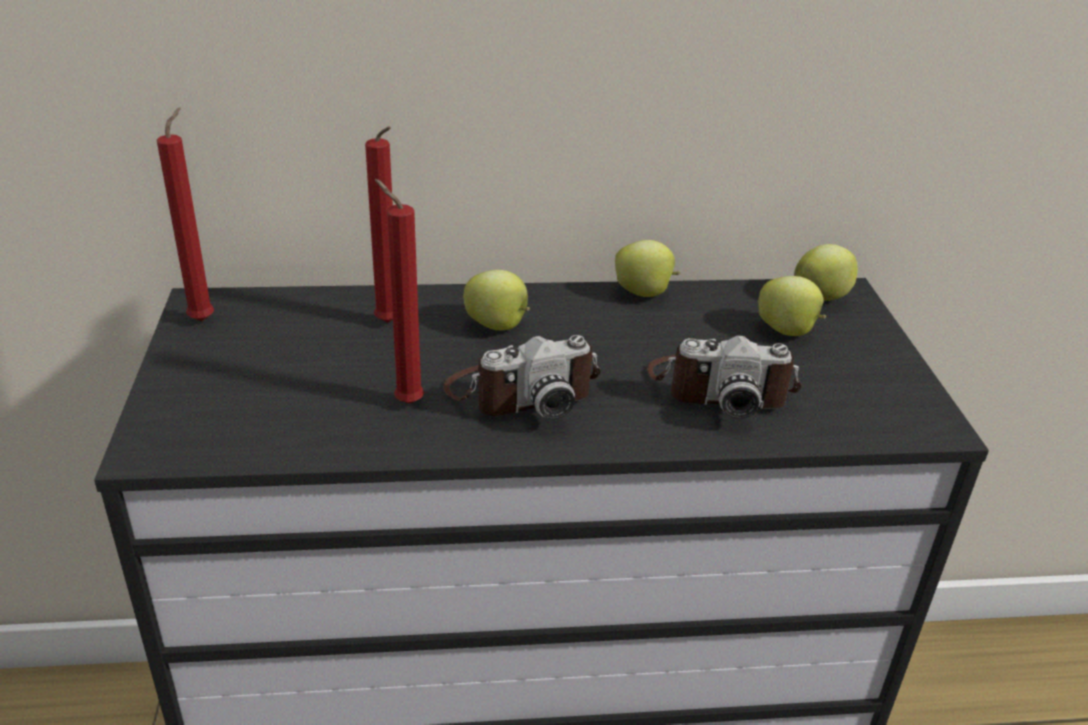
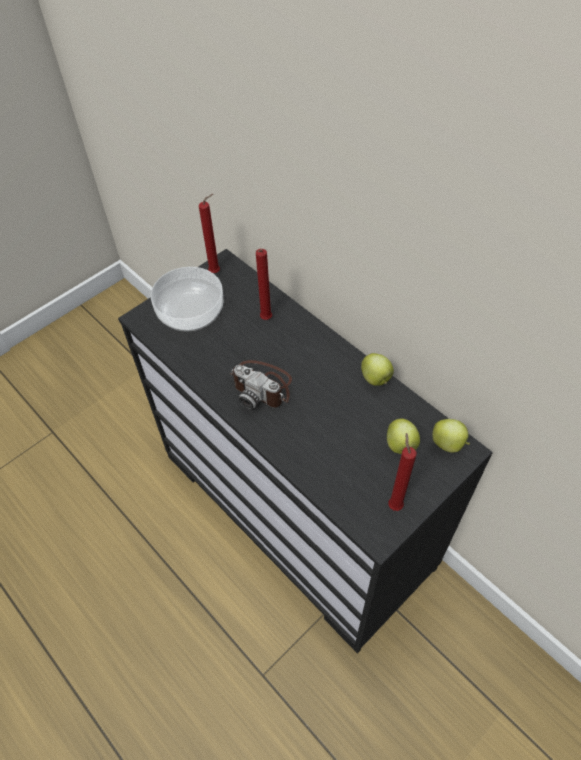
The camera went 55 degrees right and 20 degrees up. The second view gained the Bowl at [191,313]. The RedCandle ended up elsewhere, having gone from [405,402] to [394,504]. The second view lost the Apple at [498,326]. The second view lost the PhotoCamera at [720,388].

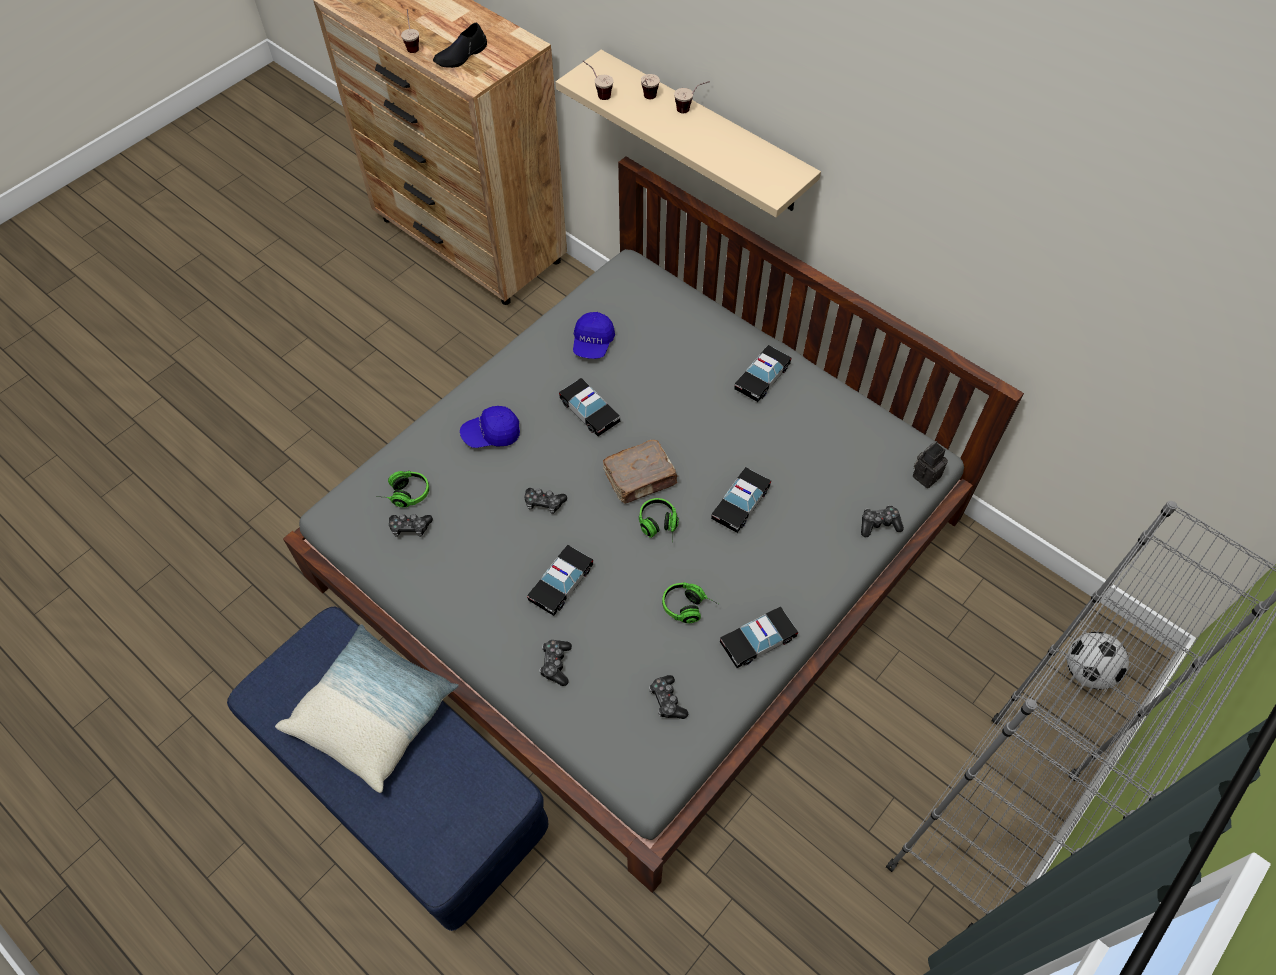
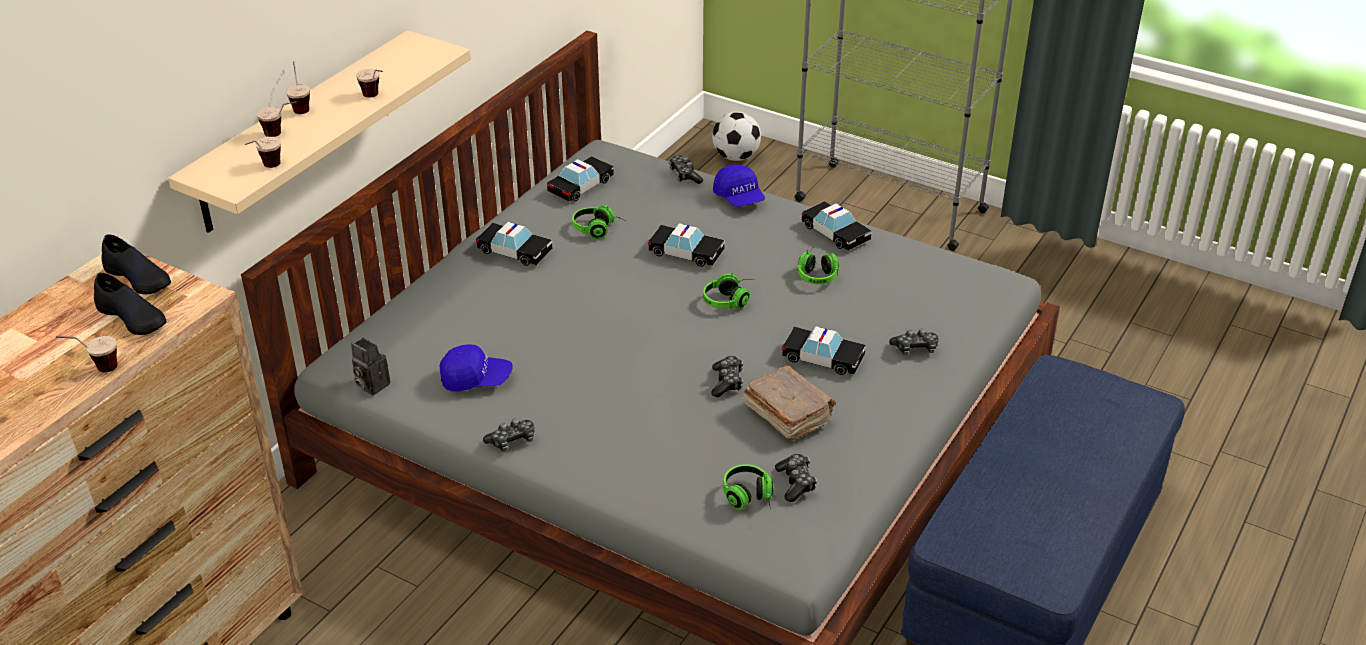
The camera went 100 degrees left and 20 degrees down. The second view gained the BlackShoe at [138,278]. The PhotoCamera ended up elsewhere, having gone from [925,475] to [370,385]. The second view gained the Cup at [375,98]. The GameController ended up elsewhere, having gone from [667,701] to [512,441]. The ToyCar ended up elsewhere, having gone from [589,412] to [581,186]. The second view gained the Headphones at [598,229]. The BlueCap ended up elsewhere, having gone from [491,434] to [739,198]. The BrownBook ended up elsewhere, having gone from [641,478] to [787,414]. The second view lost the Pillow at [373,714].

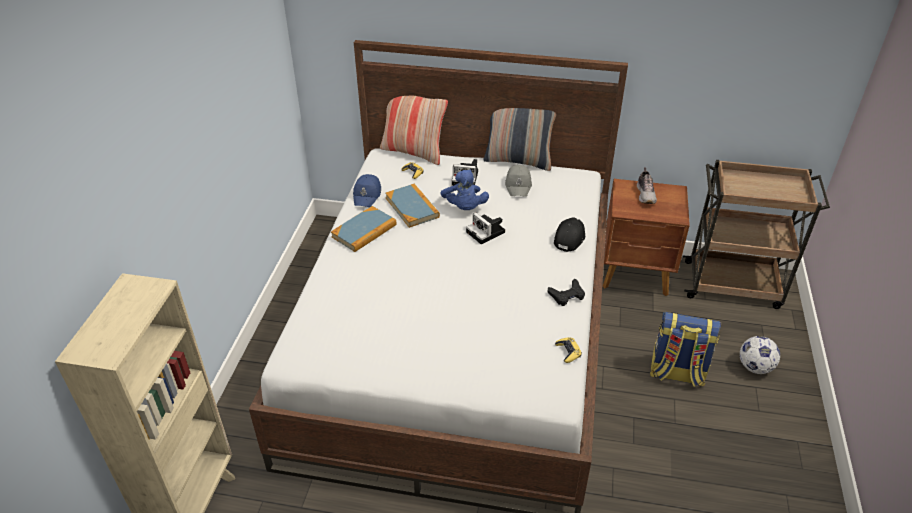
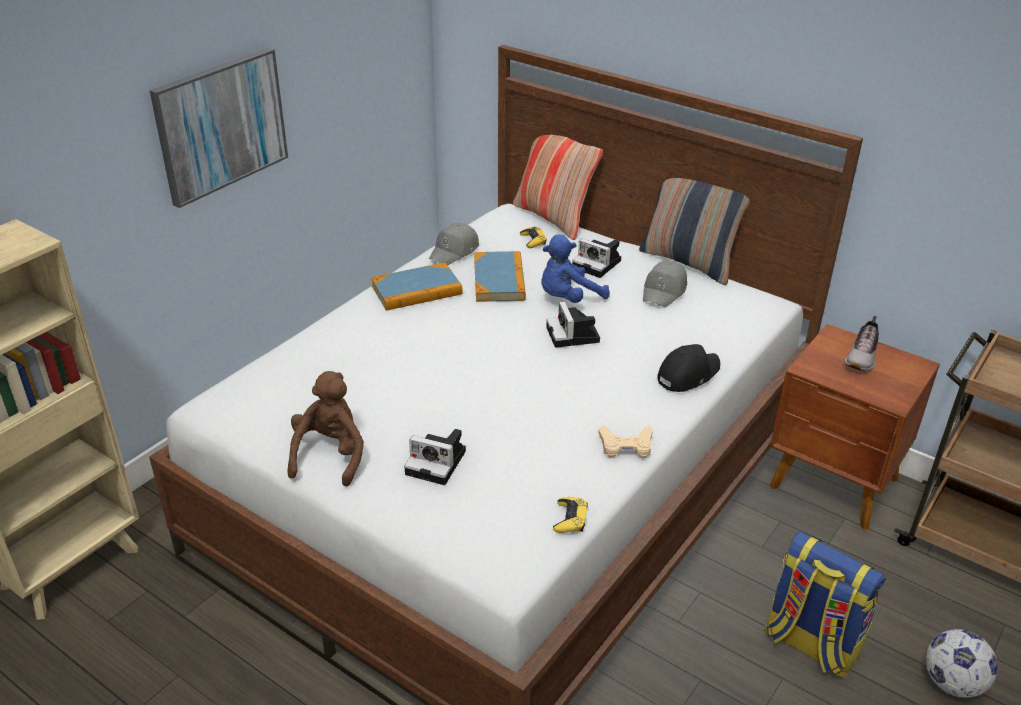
The camera went 25 degrees right and 5 degrees down. The second view gained the Picture at [221,125]. The second view gained the BrownPlushToy at [330,455]. The second view gained the PhotoCamera at [438,462]. What was the BlueCap at [367,195] turned into the GreyCap at [454,251]. The BluePlushToy at [464,208] ended up facing another way, 45 degrees clockwise from before. What was the BlackGameController at [567,295] turned into the BeigeGameController at [626,446].

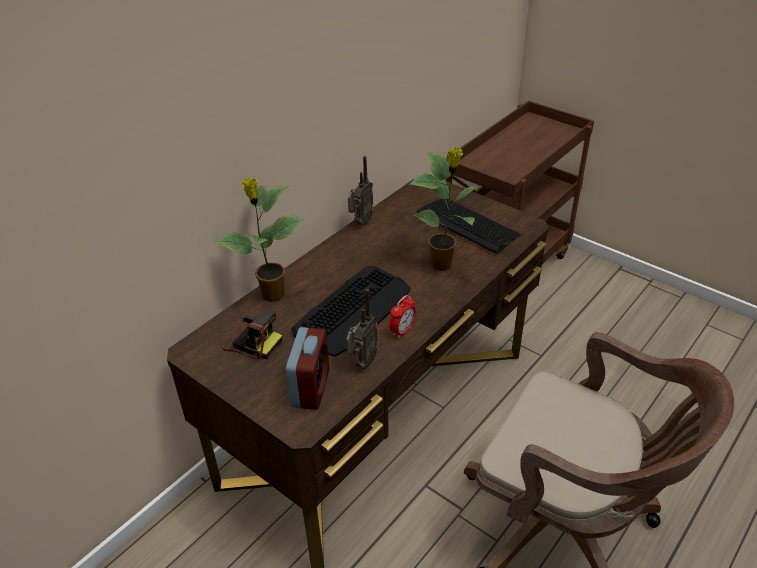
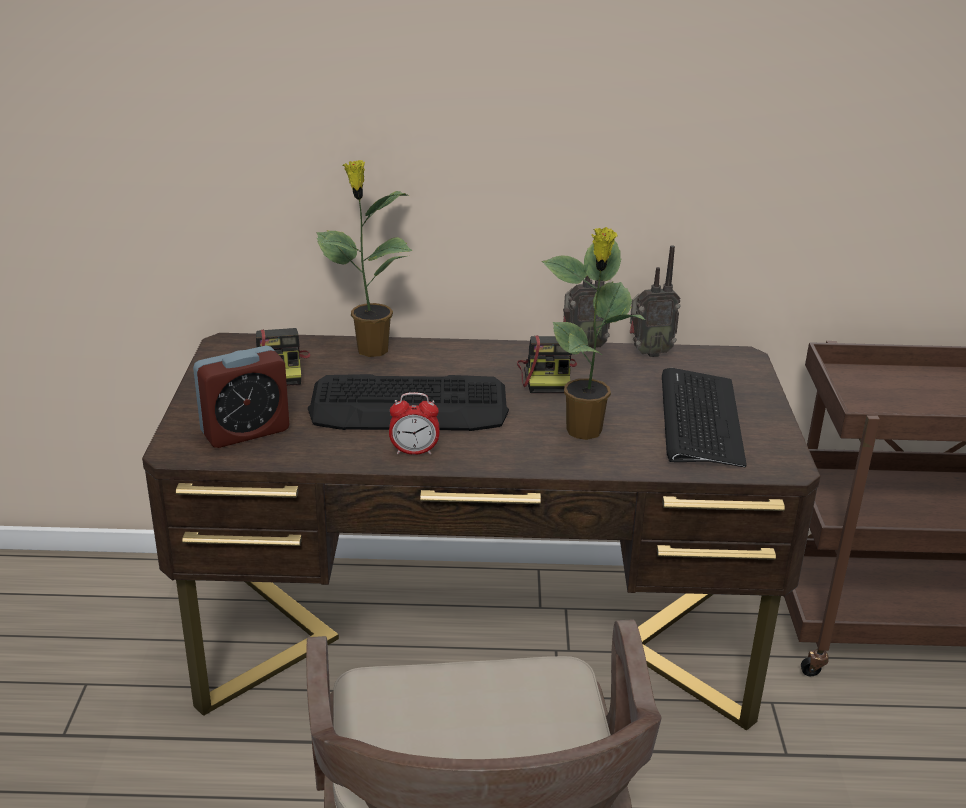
The camera went 50 degrees right and 10 degrees down. The second view gained the PhotoCamera at [547,376]. The Radio ended up elsewhere, having gone from [362,363] to [648,352].

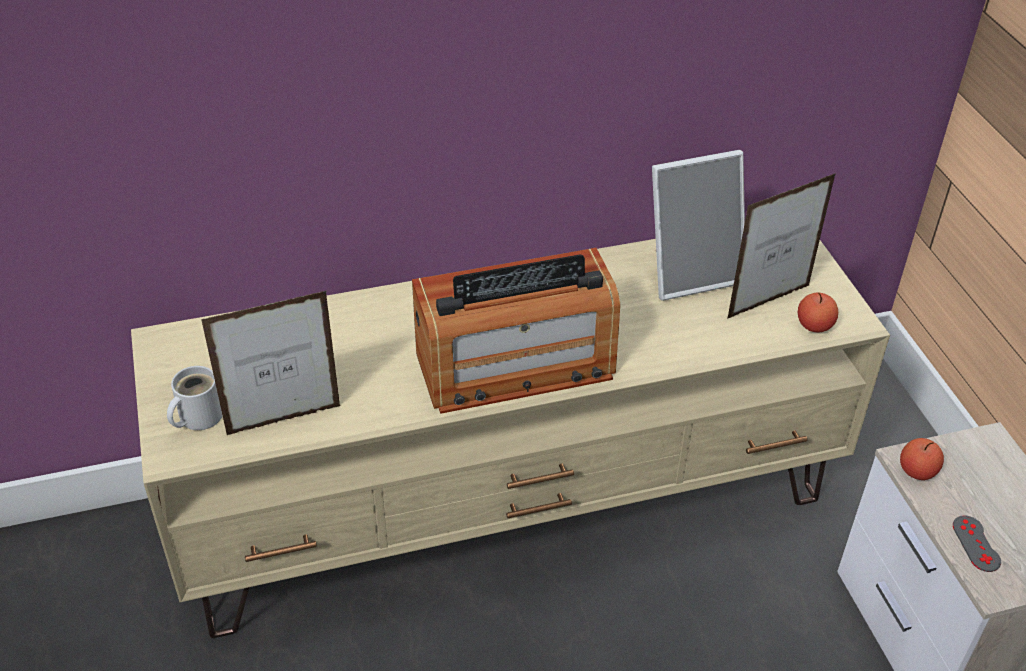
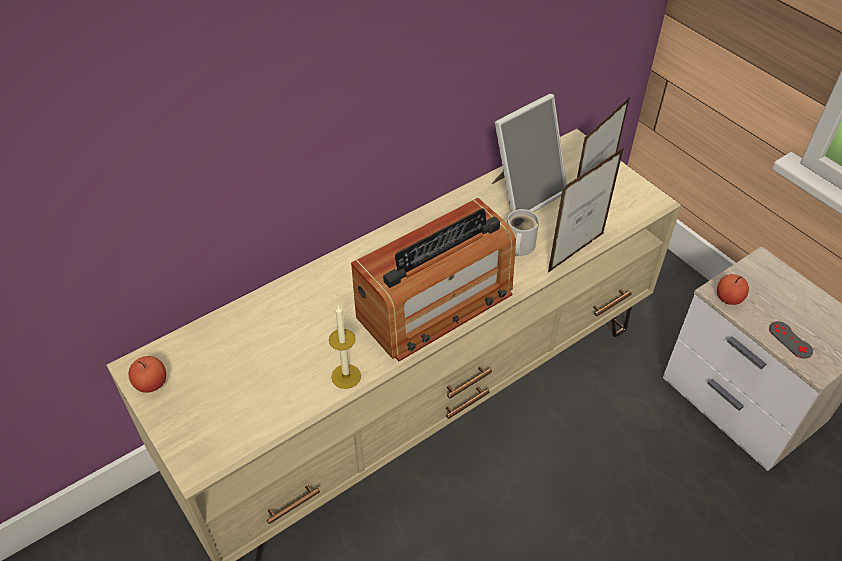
The camera went 20 degrees left and 5 degrees up. The Apple ended up elsewhere, having gone from [814,325] to [151,383]. The second view gained the Candle at [346,376]. The WhiteMug ended up elsewhere, having gone from [196,416] to [518,246]. The PictureFrame ended up elsewhere, having gone from [284,420] to [576,252].

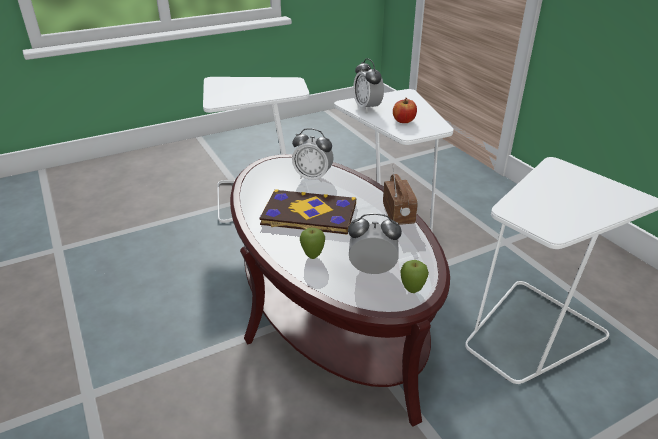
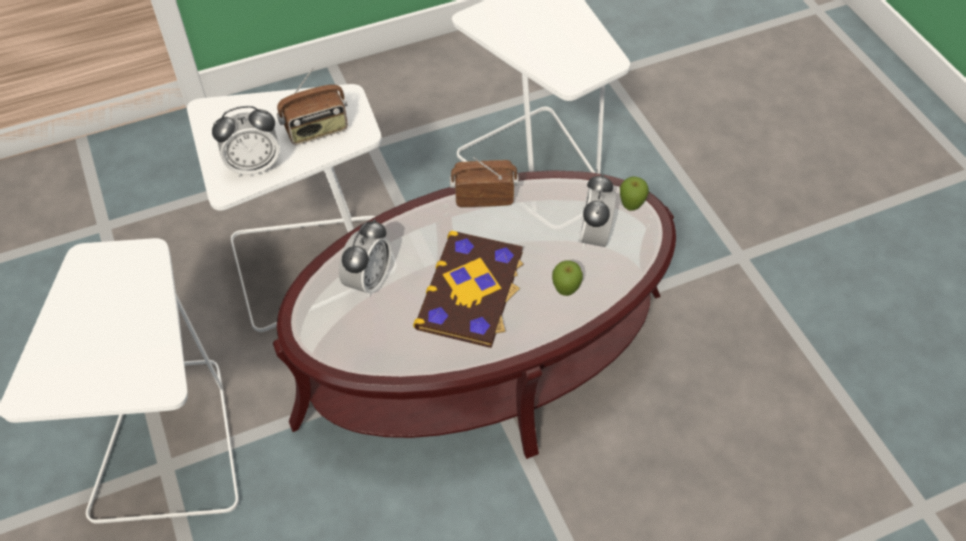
The camera went 85 degrees left and 20 degrees up. Where the Apple stood at [404,121], the Radio came to stand at [316,130].

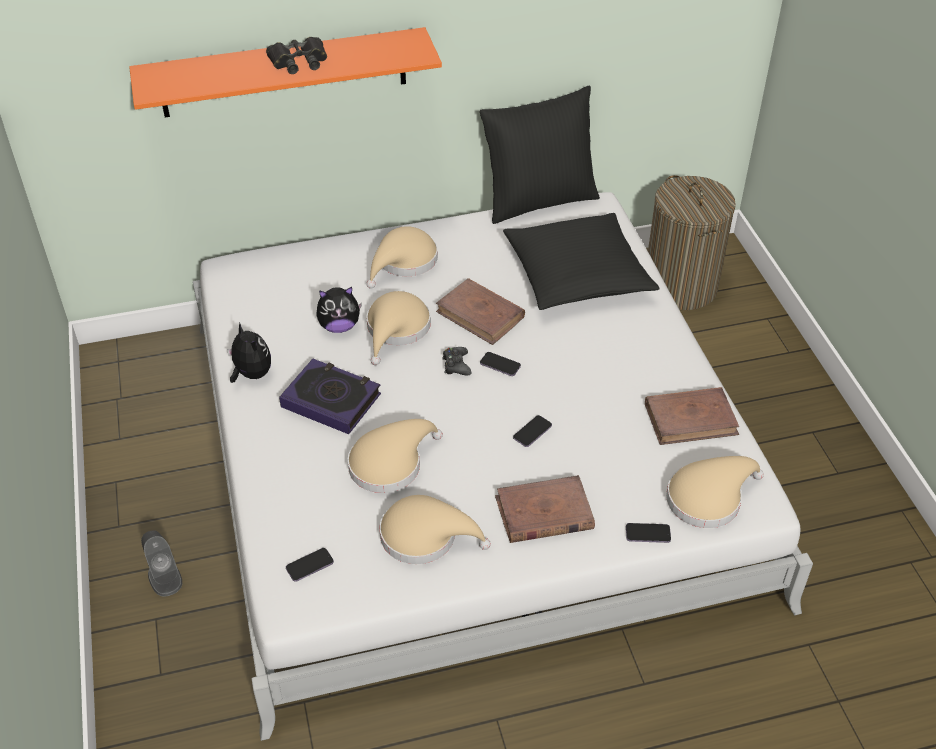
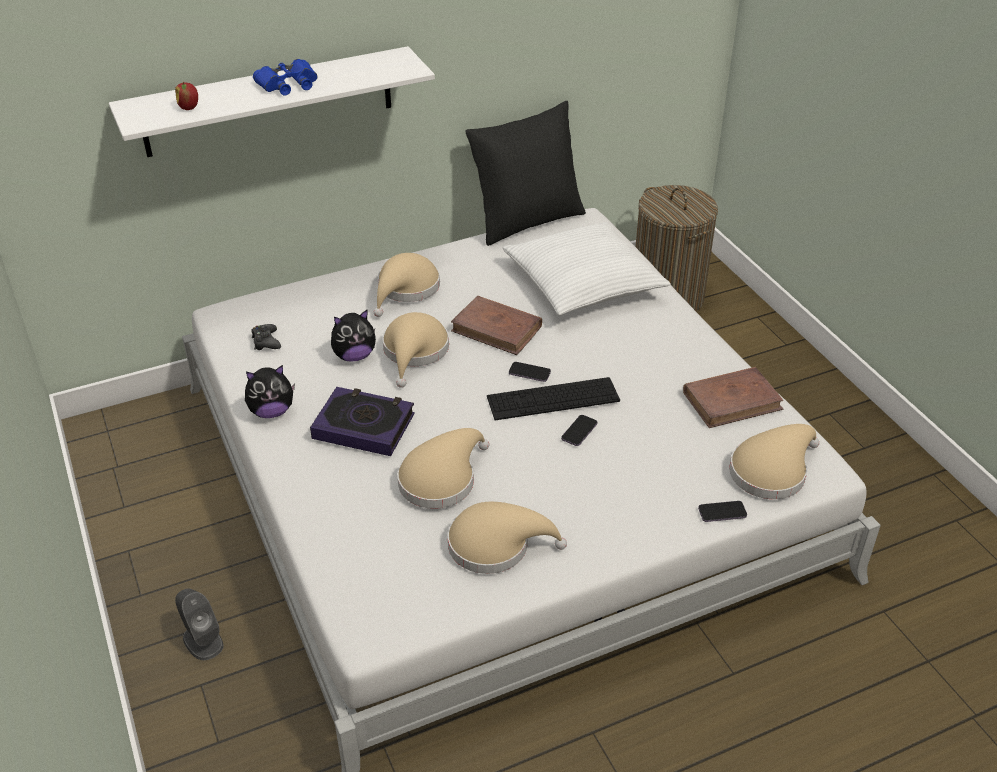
The camera went 10 degrees left and 5 degrees down. What was the OrangeShelf at [284,73] turned into the WhiteShelf at [269,102]. The second view gained the Apple at [189,107]. The PlushToy at [251,374] ended up facing another way, 120 degrees clockwise from before. The BlackGameController ended up elsewhere, having gone from [456,365] to [266,341]. What was the BlackBinoculars at [298,61] turned into the BlueBinoculars at [288,84]. The second view gained the Keyboard at [553,399]. What was the BlackPillow at [577,274] turned into the WhitePillow at [583,282]. The second view lost the Phone at [309,565]. The second view lost the BrownBook at [544,513].

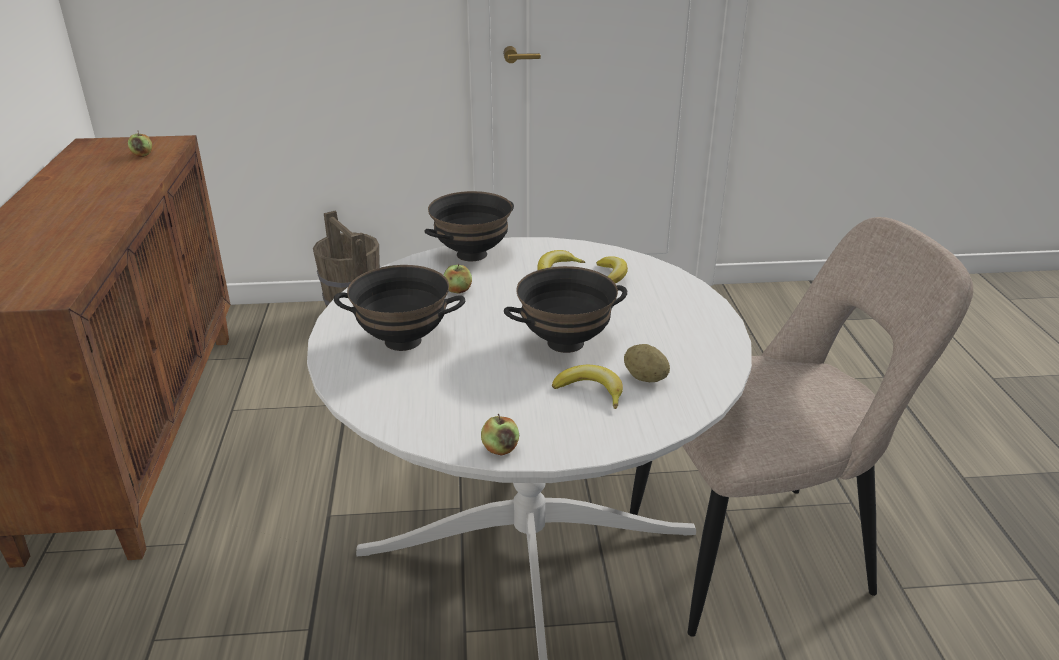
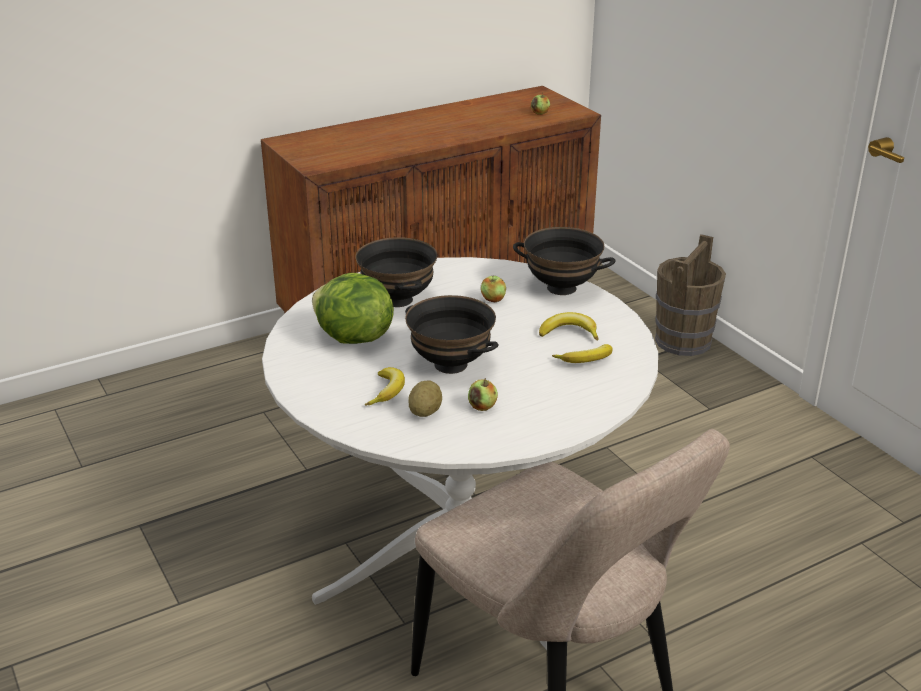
The camera went 65 degrees right and 0 degrees up. The second view gained the Lettuce at [352,338]. The Apple ended up elsewhere, having gone from [500,449] to [482,406].

